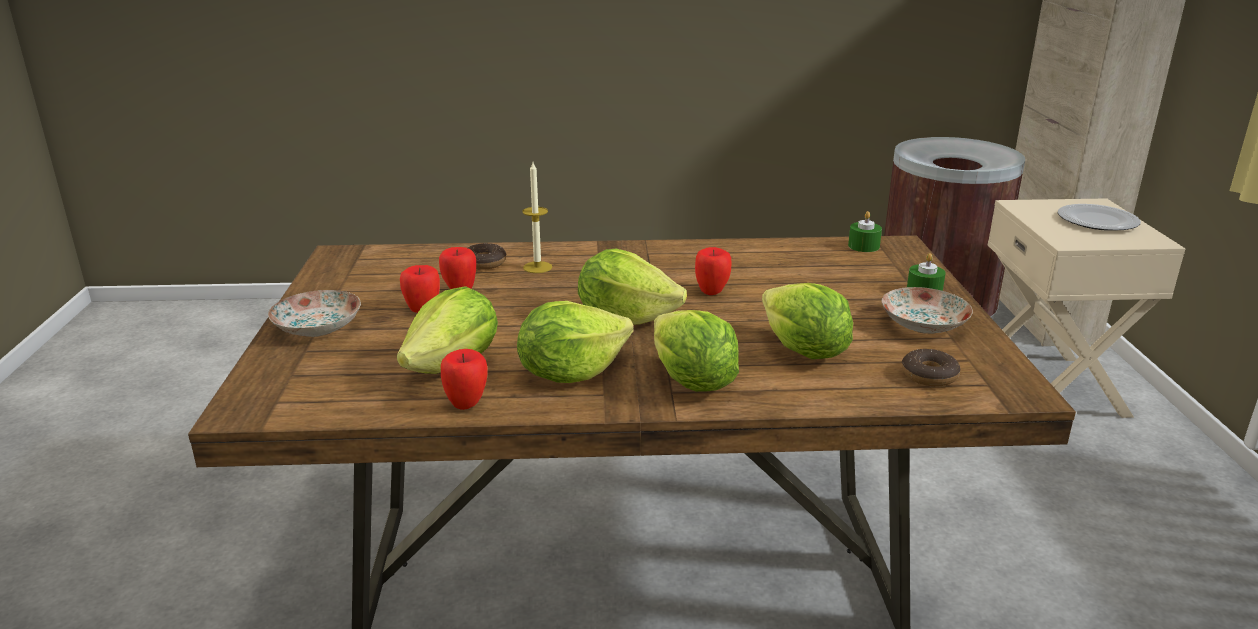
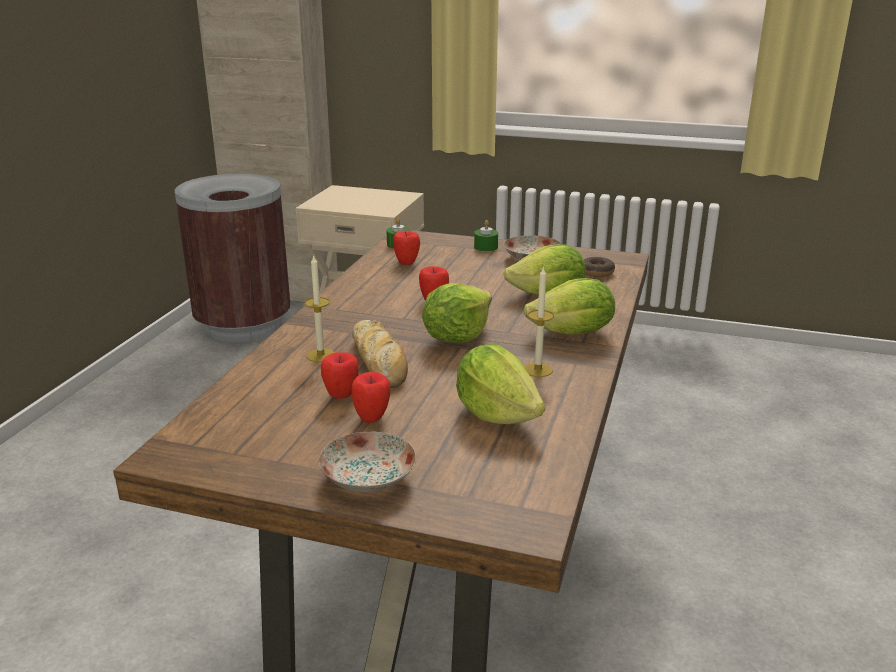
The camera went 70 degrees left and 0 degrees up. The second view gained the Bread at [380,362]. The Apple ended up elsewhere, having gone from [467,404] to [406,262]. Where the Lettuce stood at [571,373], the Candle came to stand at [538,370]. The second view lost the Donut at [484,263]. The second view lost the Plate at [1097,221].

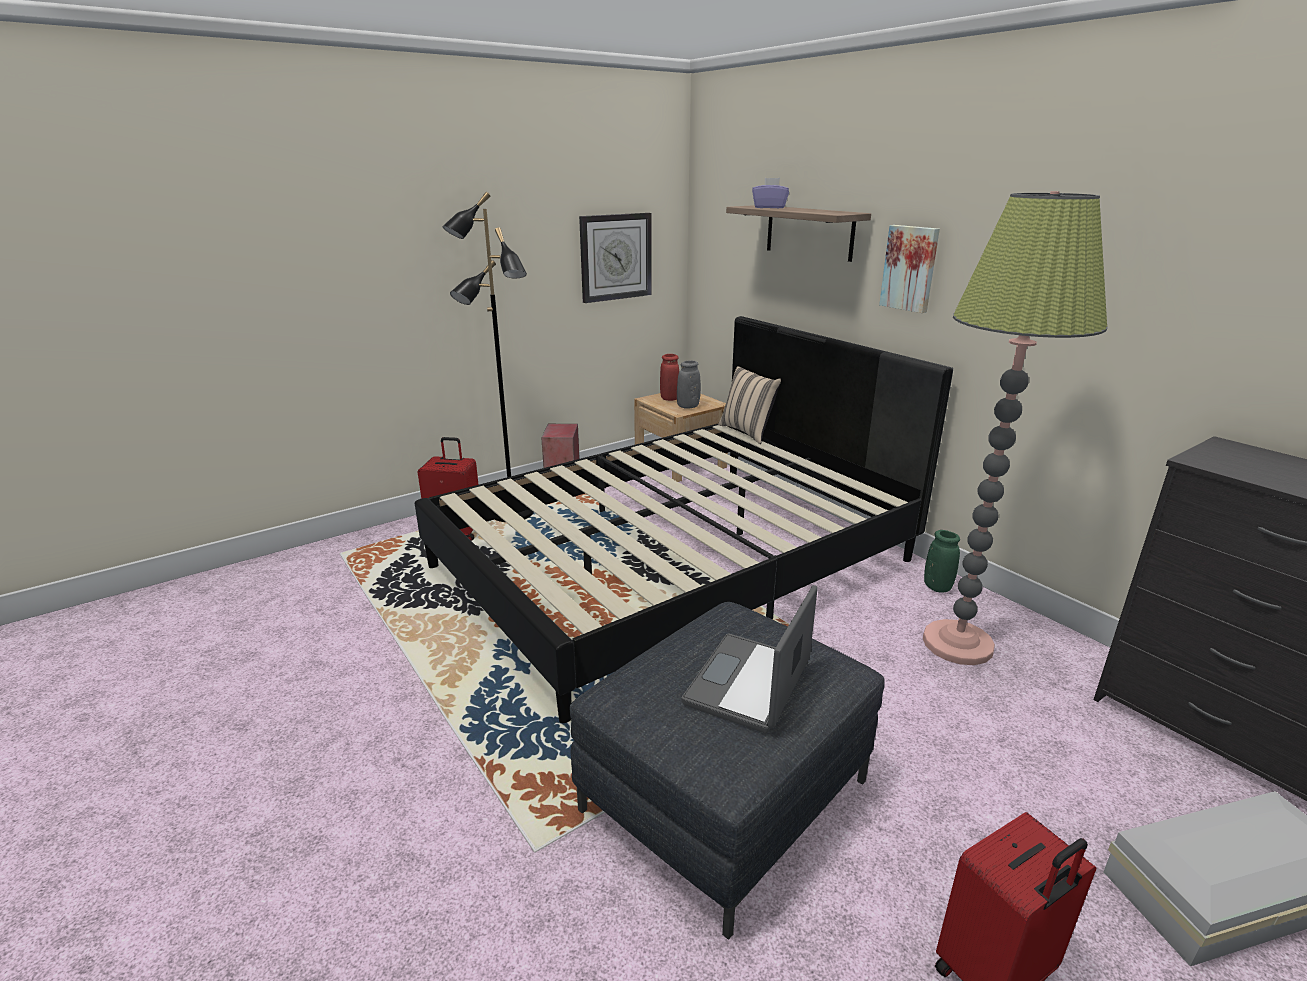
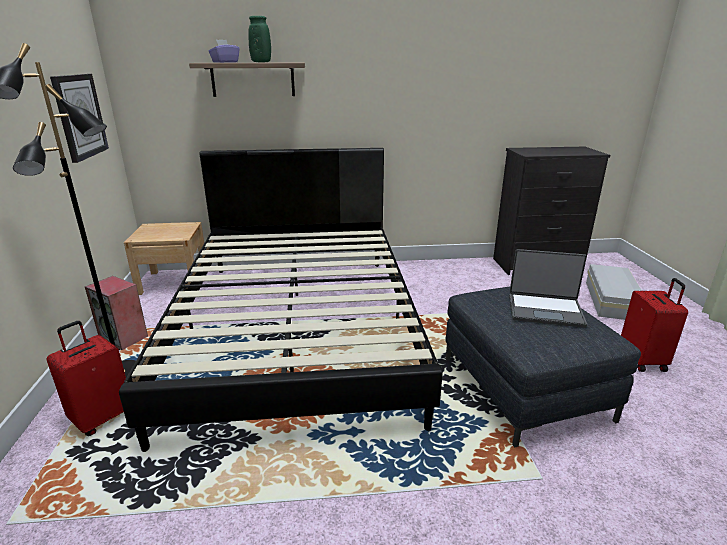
The camera went 60 degrees left and 0 degrees up. The GreenVase ended up elsewhere, having gone from [937,587] to [261,62]. The Laptop at [750,684] ended up facing another way, 45 degrees counterclockwise from before. The second view lost the RedVase at [669,399]. The second view lost the GreyVase at [688,406]. The second view lost the BeigePillow at [748,432]. The second view lost the Picture at [910,268]. The second view lost the FloorLamp at [957,644].

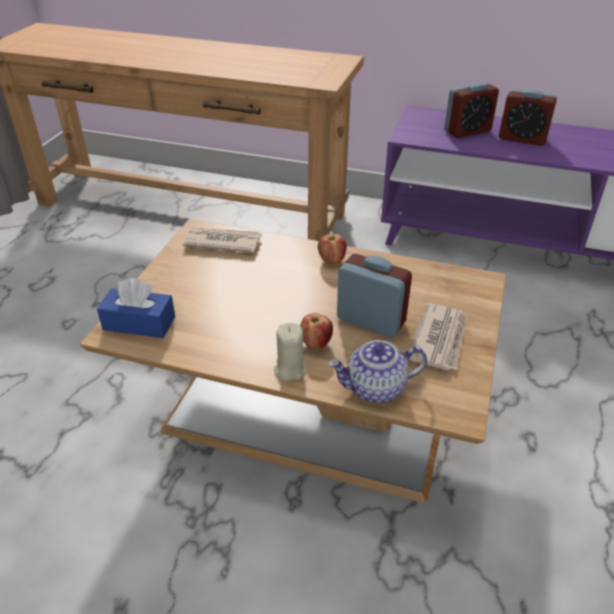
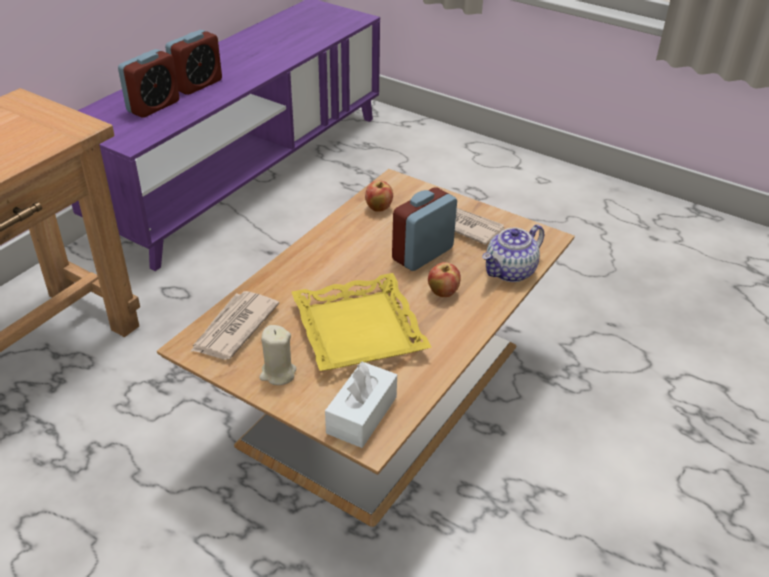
The camera went 75 degrees left and 0 degrees up. The AlarmClock at [467,131] ended up facing another way, 45 degrees clockwise from before. The BeigeCandle ended up elsewhere, having gone from [289,369] to [278,373]. The second view gained the YellowTray at [360,330]. What was the BlueTissueBox at [139,323] turned into the WhiteTissueBox at [362,415]. The Apple ended up elsewhere, having gone from [332,260] to [378,208]. The Teapot at [375,388] ended up facing another way, 45 degrees clockwise from before.

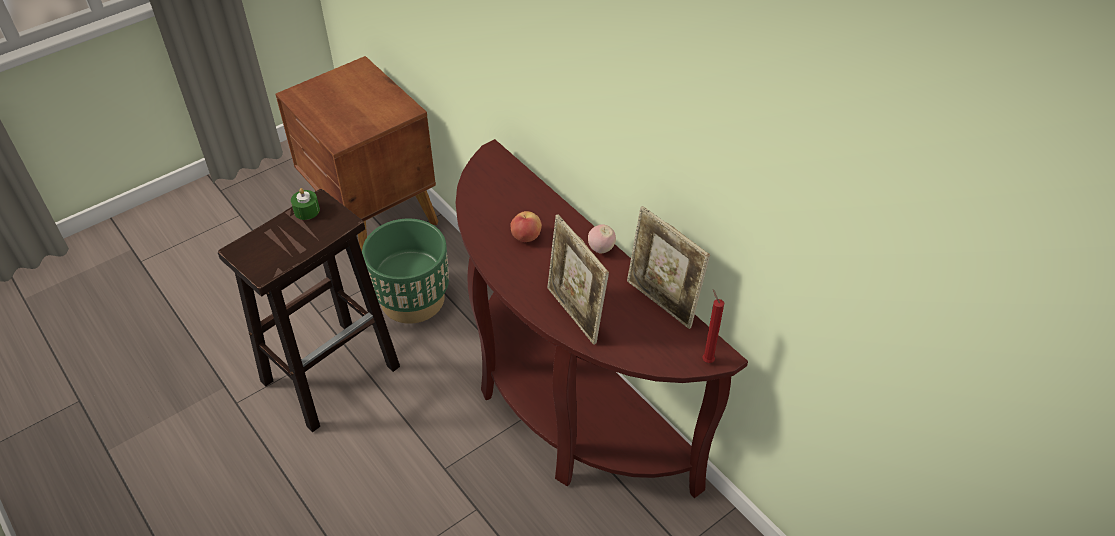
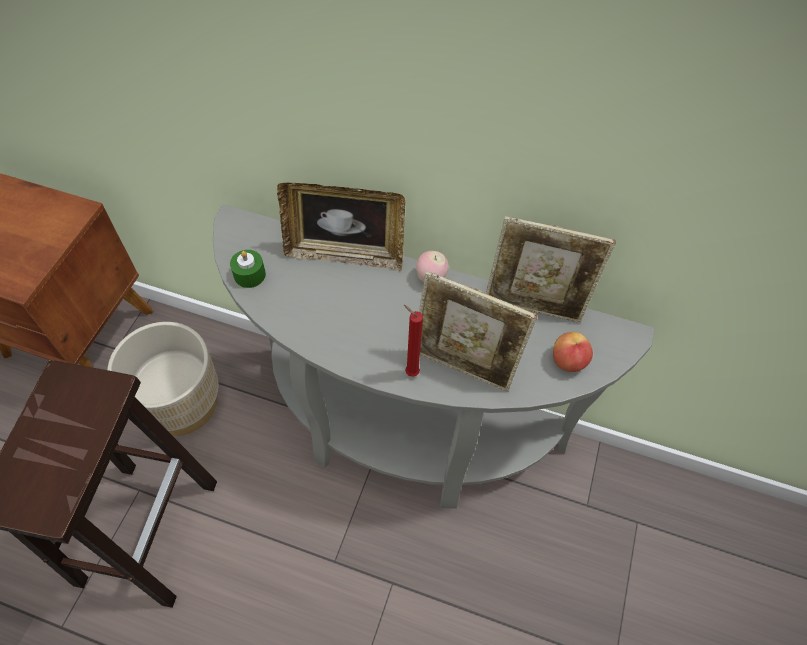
The camera went 35 degrees left and 10 degrees up. What was the GreenPlanter at [412,299] turned into the BeigePlanter at [181,403]. What was the BrownConsoleTable at [564,407] turned into the GreyConsoleTable at [401,433]. The GreenCandle ended up elsewhere, having gone from [306,210] to [249,275]. The second view gained the PictureFrame at [345,254]. The RedCandle ended up elsewhere, having gone from [706,359] to [410,372]. The Apple ended up elsewhere, having gone from [526,237] to [568,361].

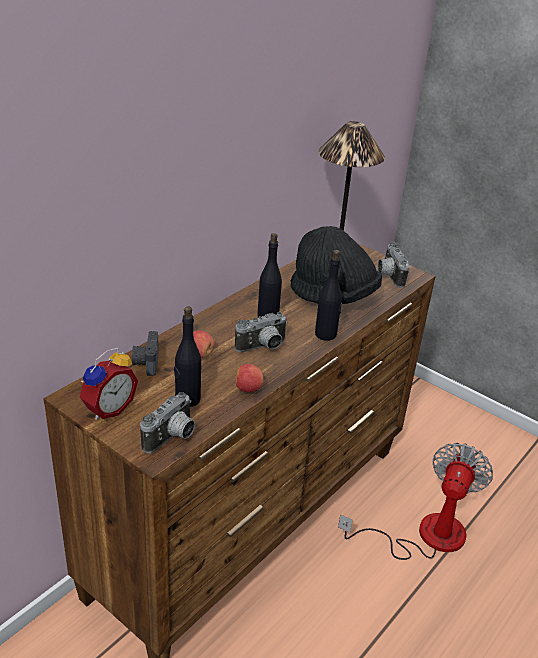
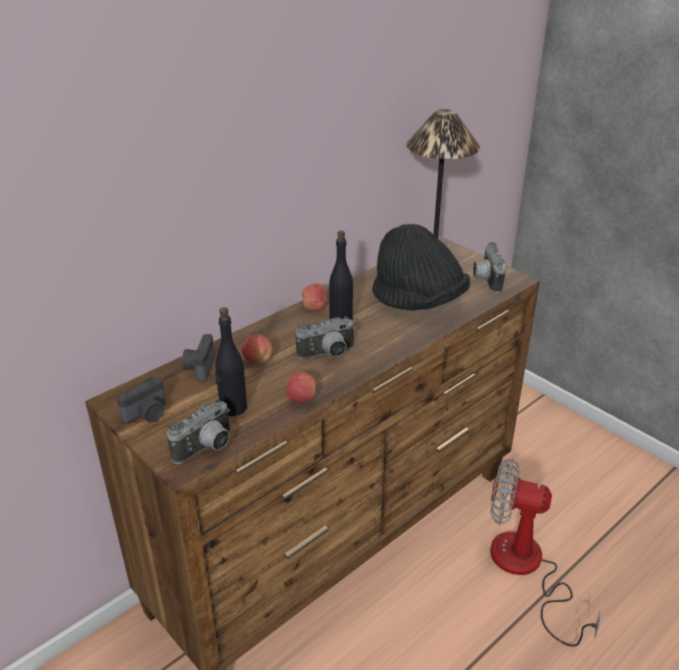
The camera went 10 degrees right and 0 degrees up. Where the AlarmClock stood at [108,408], the PhotoCamera came to stand at [147,414]. The second view gained the Apple at [315,308]. The Fan at [425,535] ended up facing another way, 105 degrees counterclockwise from before. The second view lost the BlackBottle at [326,334].

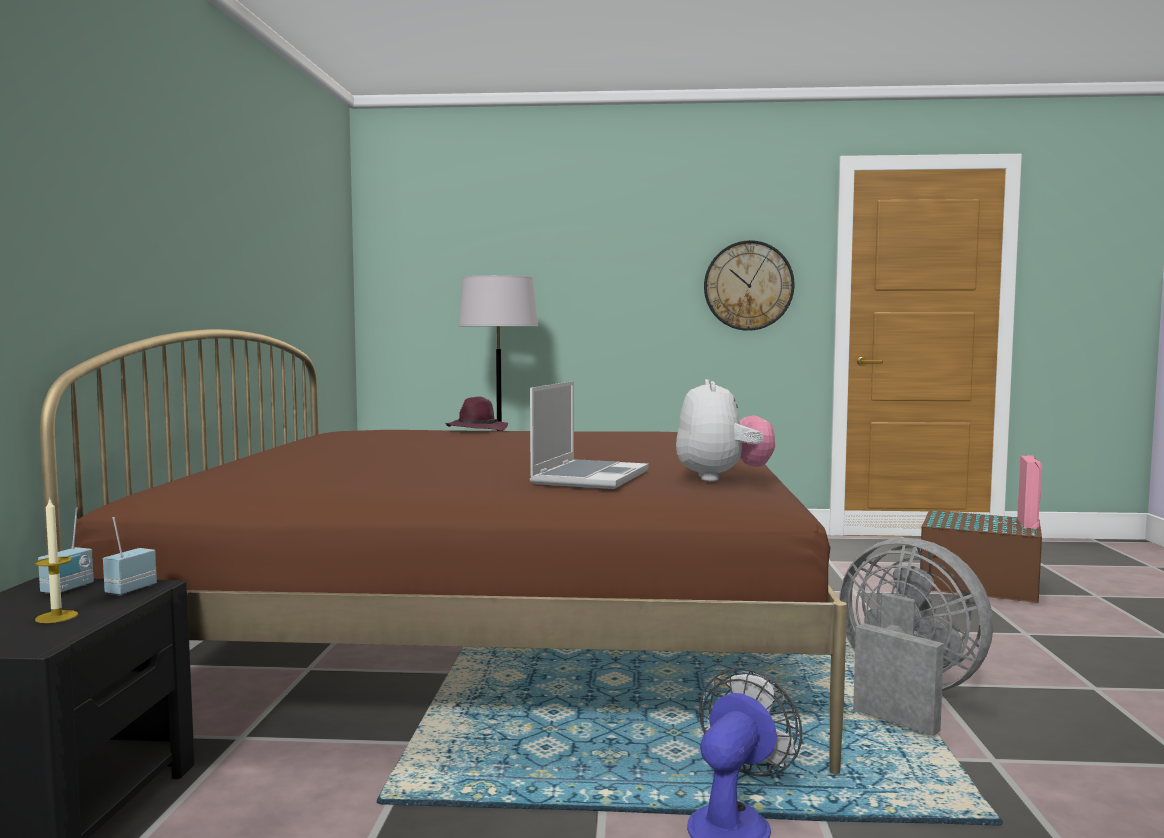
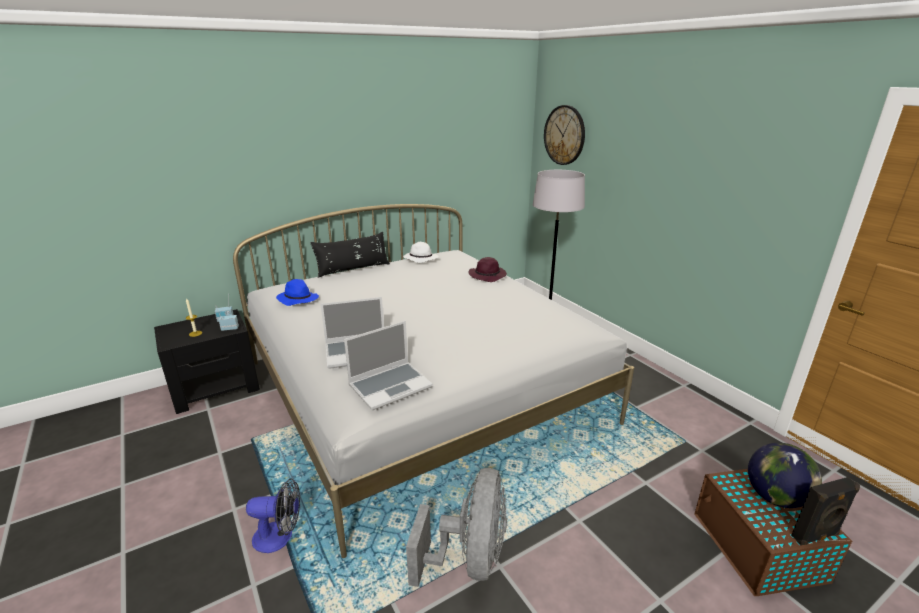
The camera went 55 degrees right and 20 degrees up. What was the BrownBed at [496,637] turned into the WhiteBed at [422,391]. The second view gained the BlueHat at [297,299]. The second view gained the BlackPillow at [353,269]. Where the PlushToy stood at [722,478], the Laptop came to stand at [390,386]. The second view gained the WhiteHat at [420,259]. The WallClock ended up elsewhere, having gone from [748,285] to [564,135]. The second view gained the Globe at [774,497]. What was the PinkSpeaker at [1028,523] turned into the BlackSpeaker at [815,536].

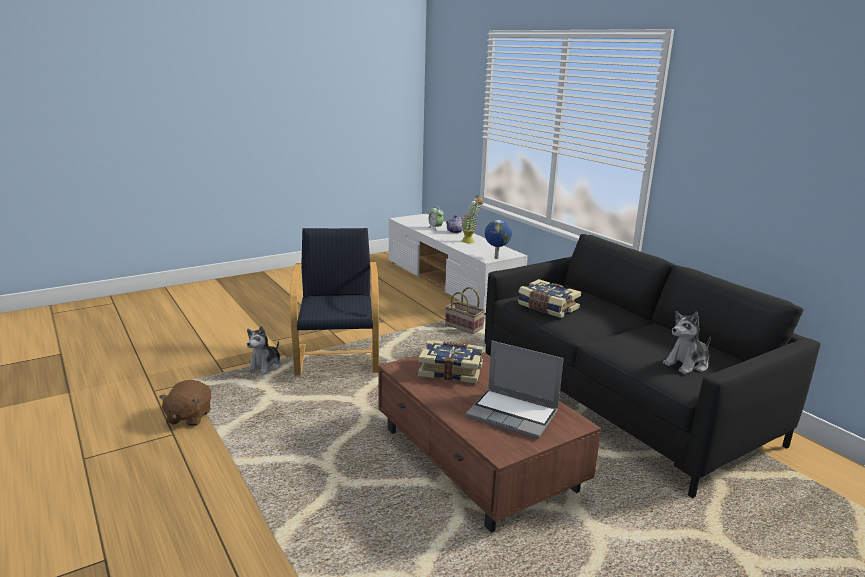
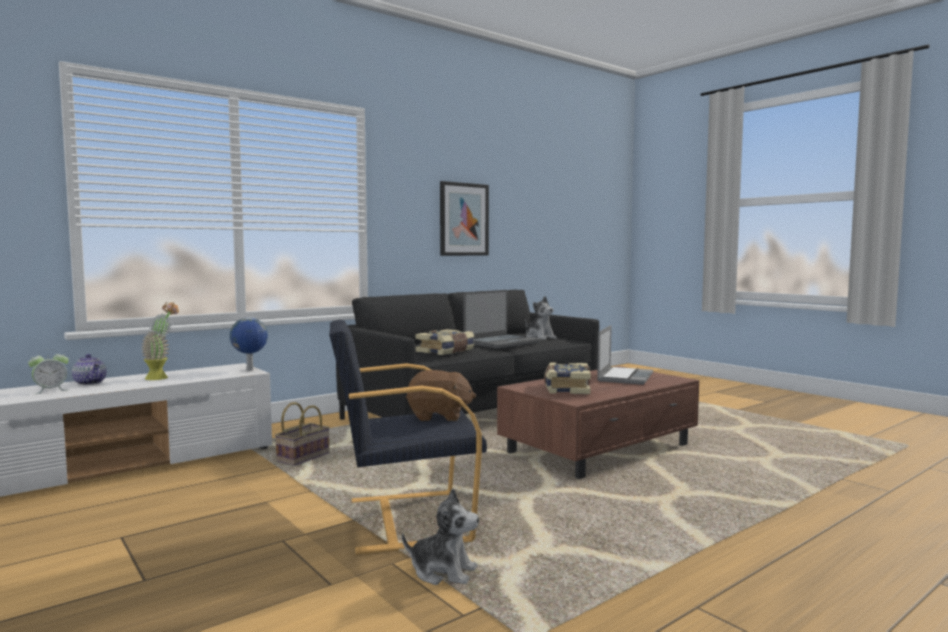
The camera went 95 degrees left and 15 degrees down. The BrownPlushToy ended up elsewhere, having gone from [188,417] to [439,416]. The second view gained the Picture at [463,219]. The second view gained the Laptop at [501,343].

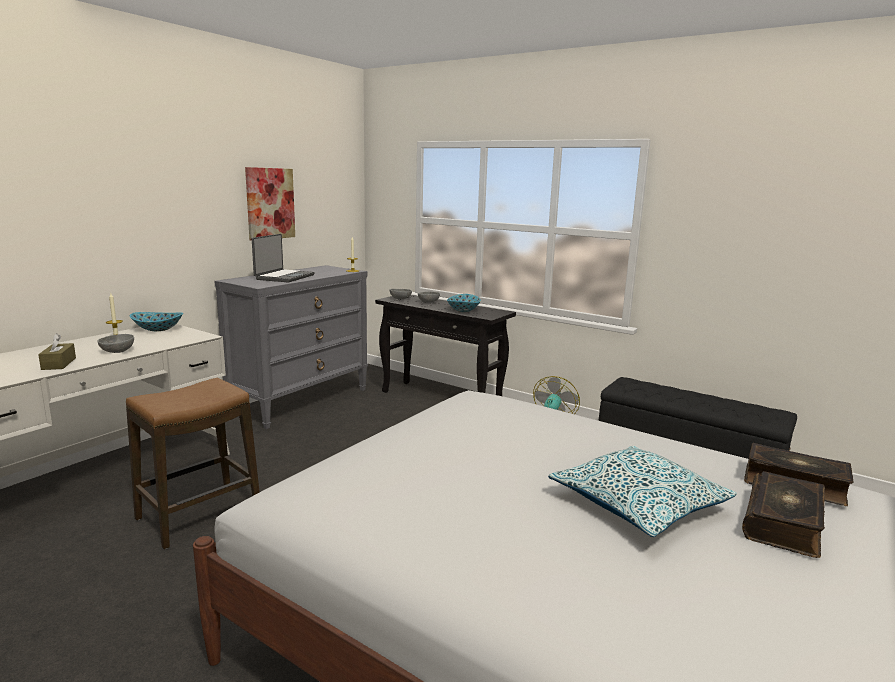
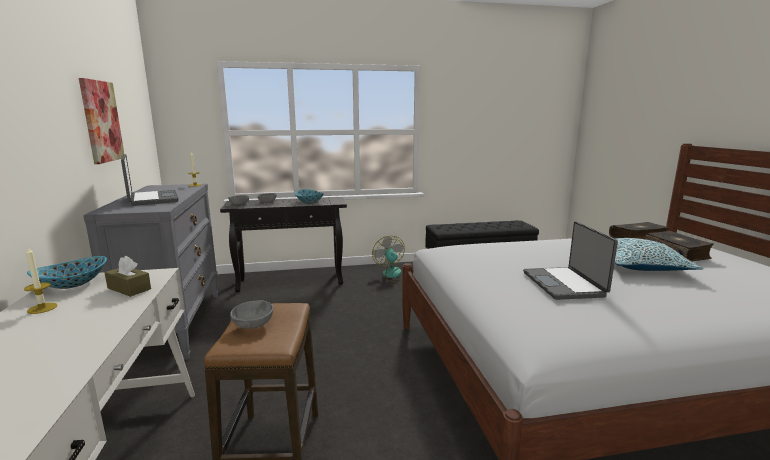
The camera went 45 degrees left and 0 degrees up. The BrownTissueBox ended up elsewhere, having gone from [59,364] to [129,288]. The GreyBowl ended up elsewhere, having gone from [117,351] to [253,325]. The second view gained the Laptop at [564,284].

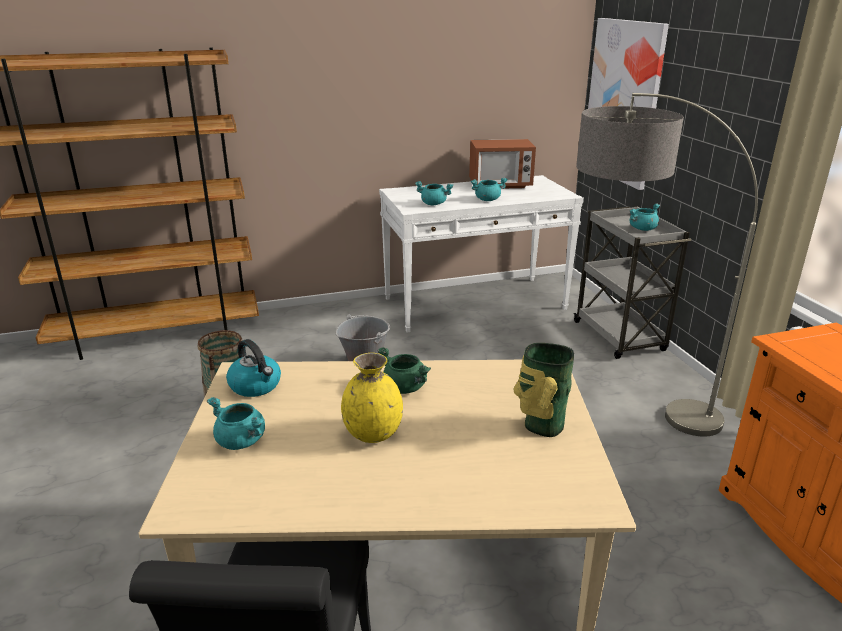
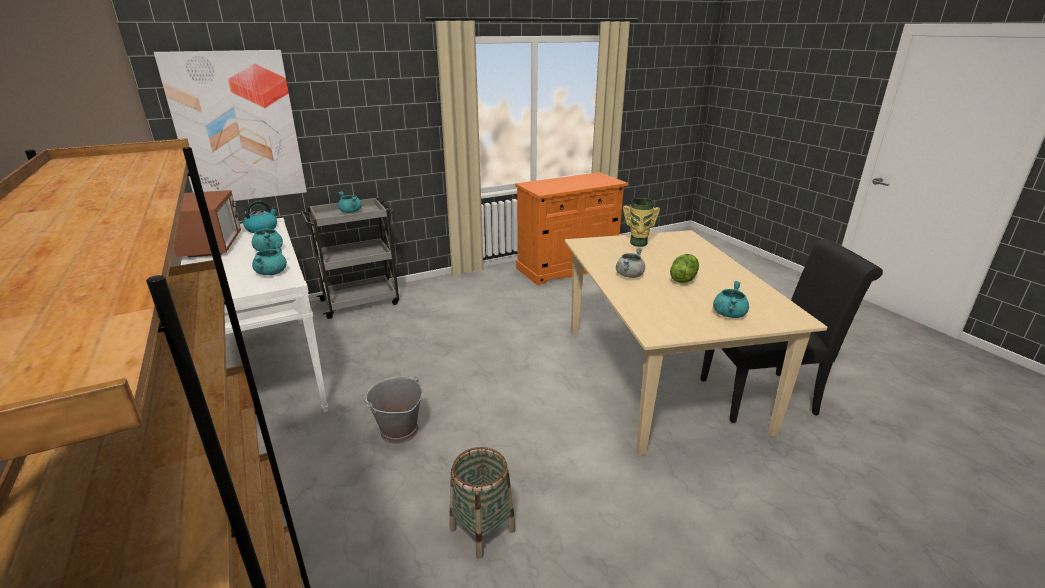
The camera went 100 degrees left and 0 degrees up. The Kettle ended up elsewhere, having gone from [256,386] to [262,229]. What was the GreenCookingPot at [405,388] turned into the GreyCookingPot at [629,275]. Where the YellowVase stood at [373,433], the Lettuce came to stand at [683,279]. The second view lost the FloorLamp at [624,412].

